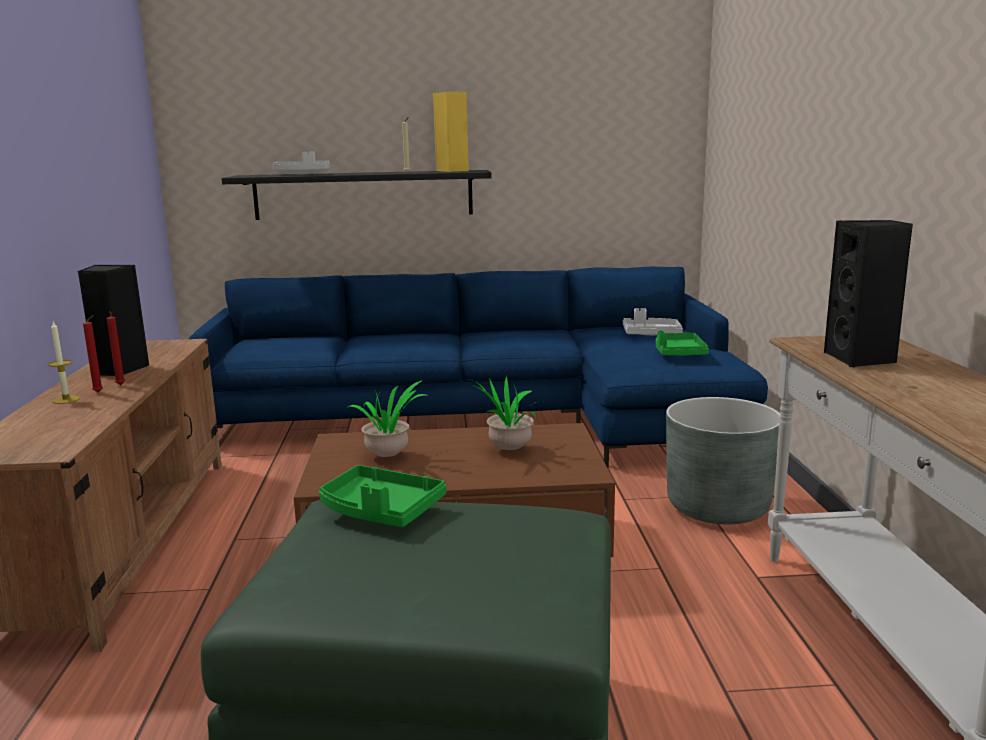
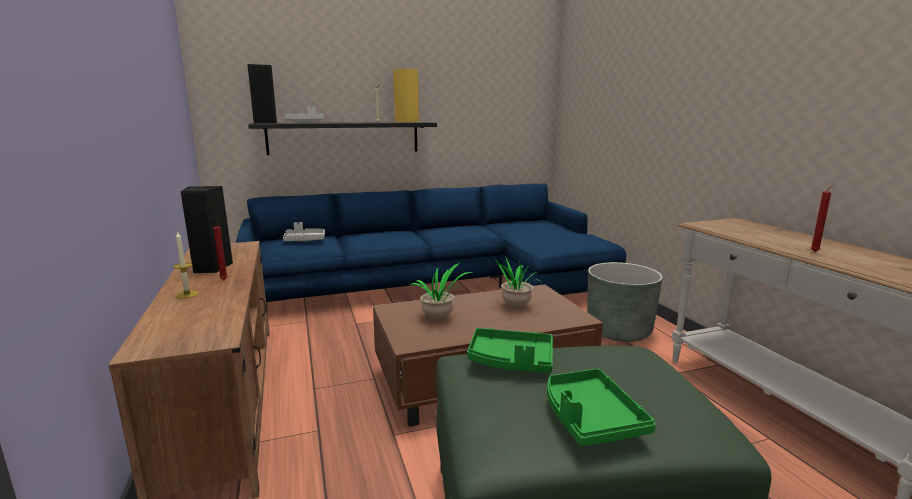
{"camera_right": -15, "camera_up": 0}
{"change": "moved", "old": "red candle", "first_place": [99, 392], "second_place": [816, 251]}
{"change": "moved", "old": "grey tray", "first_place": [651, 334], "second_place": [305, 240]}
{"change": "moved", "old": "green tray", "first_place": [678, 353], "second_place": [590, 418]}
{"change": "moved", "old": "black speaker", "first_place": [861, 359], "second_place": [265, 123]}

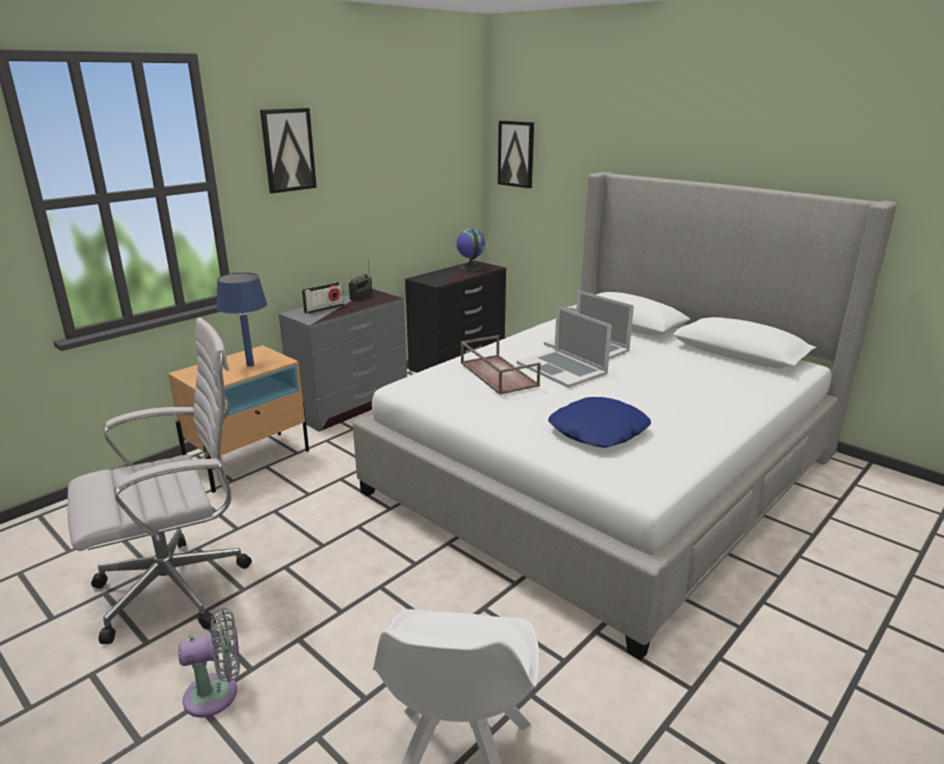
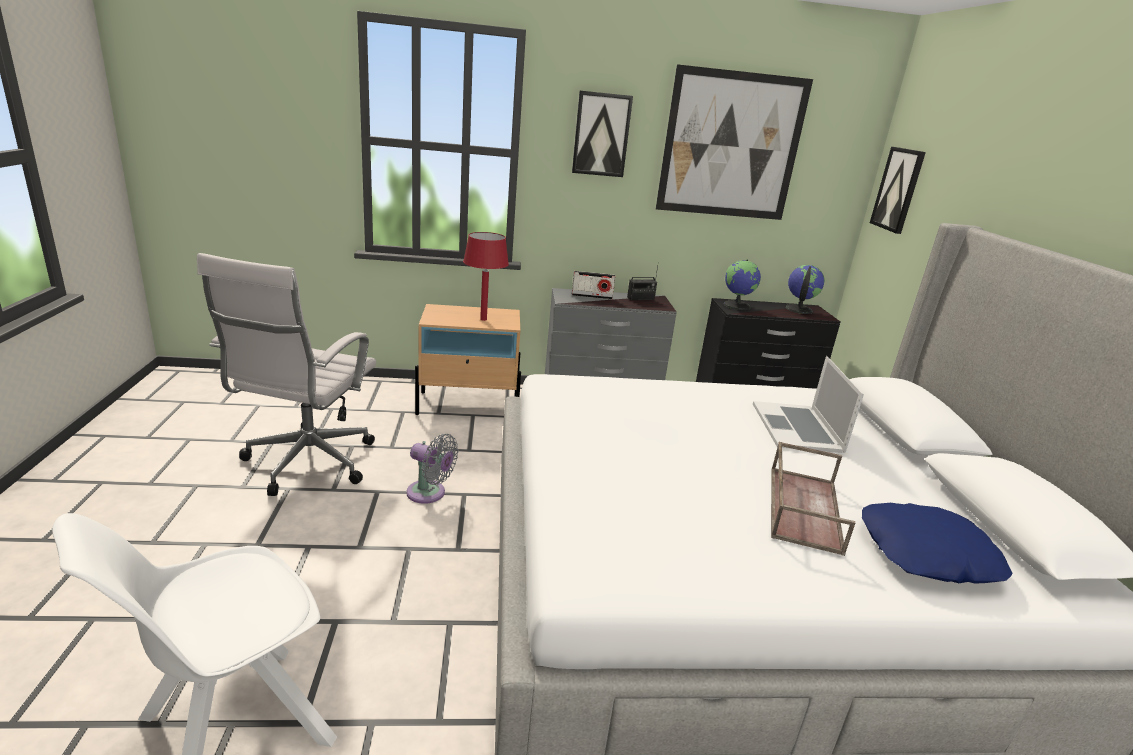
{"camera_right": 40, "camera_up": 0}
{"change": "turned", "old": "white office chair", "first_place": [180, 588], "second_place": [306, 465], "degrees": 90}
{"change": "moved", "old": "grey fan", "first_place": [217, 694], "second_place": [429, 494]}
{"change": "recoloured", "old": "blue table lamp", "new": "red table lamp", "first_place": [250, 365], "second_place": [483, 319]}
{"change": "moved", "old": "brown tray", "first_place": [497, 374], "second_place": [802, 507]}
{"change": "removed", "old": "laptop", "first_place": [562, 368]}
{"change": "moved", "old": "blue pillow", "first_place": [599, 431], "second_place": [927, 554]}
{"change": "added", "new": "picture", "second_place": [731, 146]}
{"change": "added", "new": "globe", "second_place": [737, 305]}

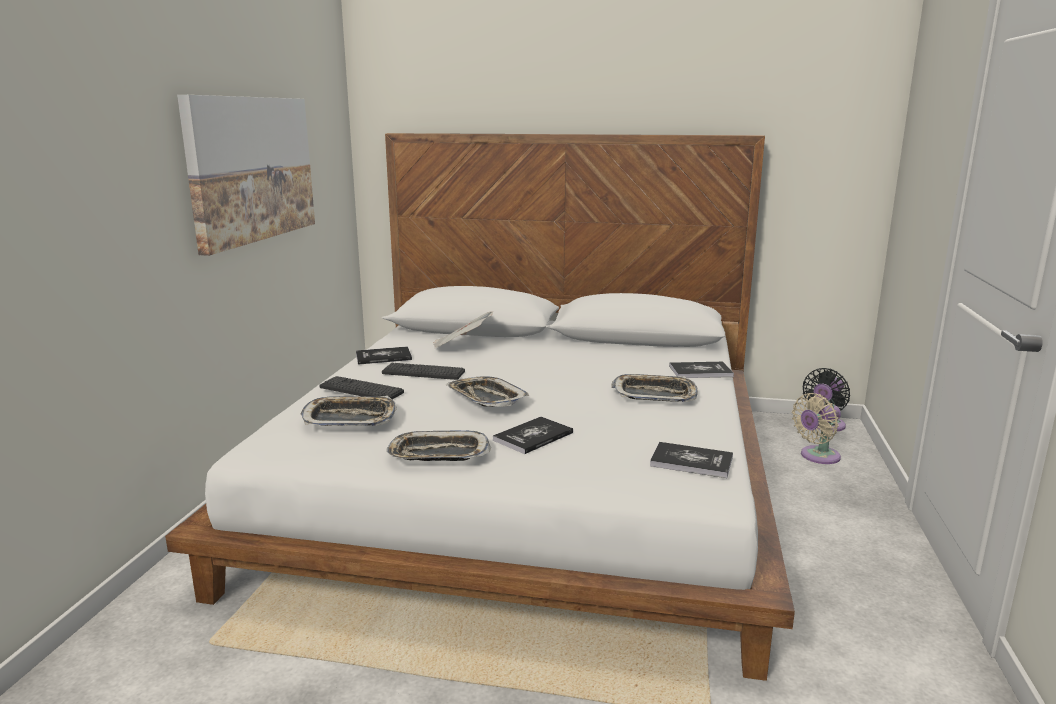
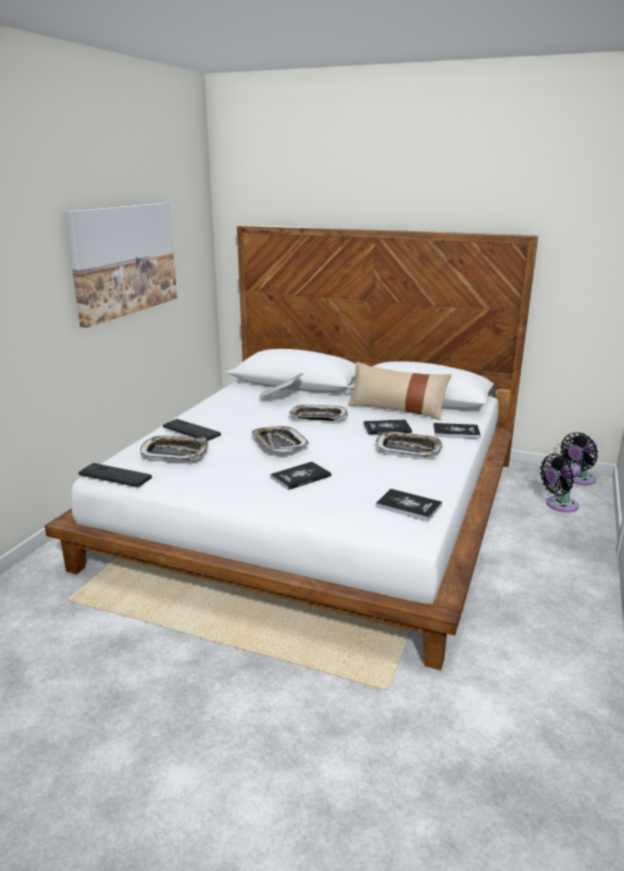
{"camera_right": 10, "camera_up": 5}
{"change": "moved", "old": "book", "first_place": [383, 357], "second_place": [387, 428]}
{"change": "moved", "old": "keyboard", "first_place": [423, 372], "second_place": [115, 476]}
{"change": "moved", "old": "tray", "first_place": [438, 454], "second_place": [318, 417]}
{"change": "recoloured", "old": "beige fan", "new": "black fan", "first_place": [817, 456], "second_place": [559, 505]}
{"change": "added", "new": "beige pillow", "second_place": [396, 409]}

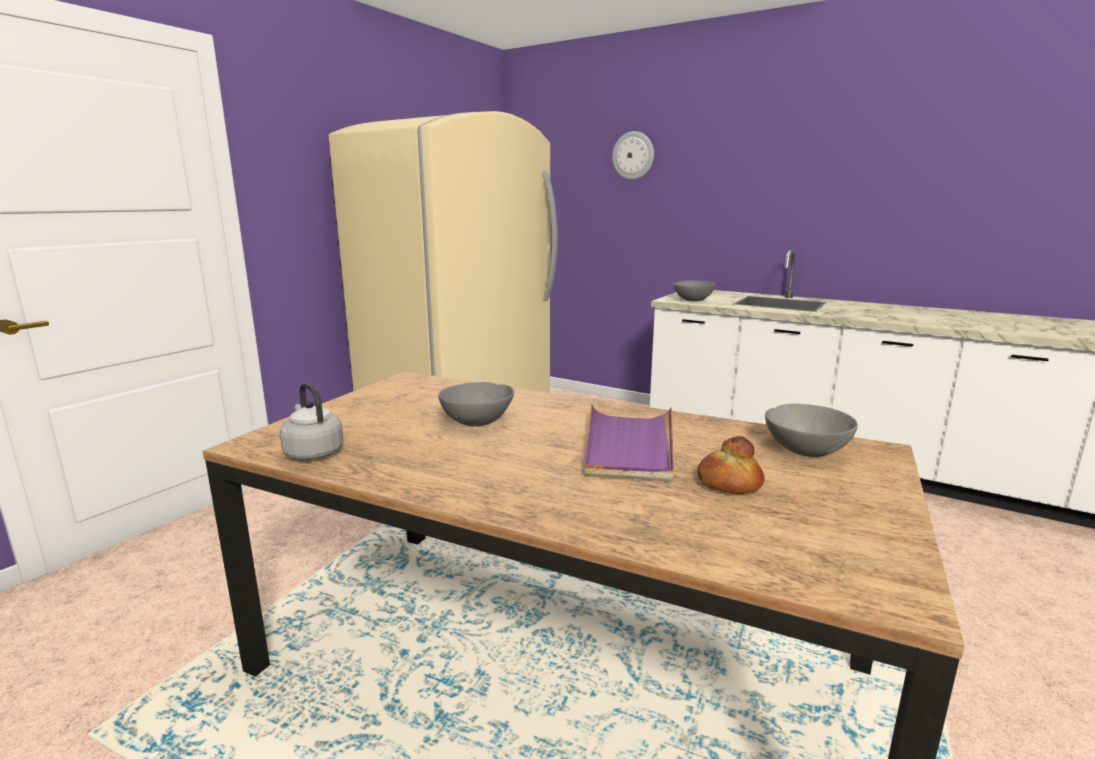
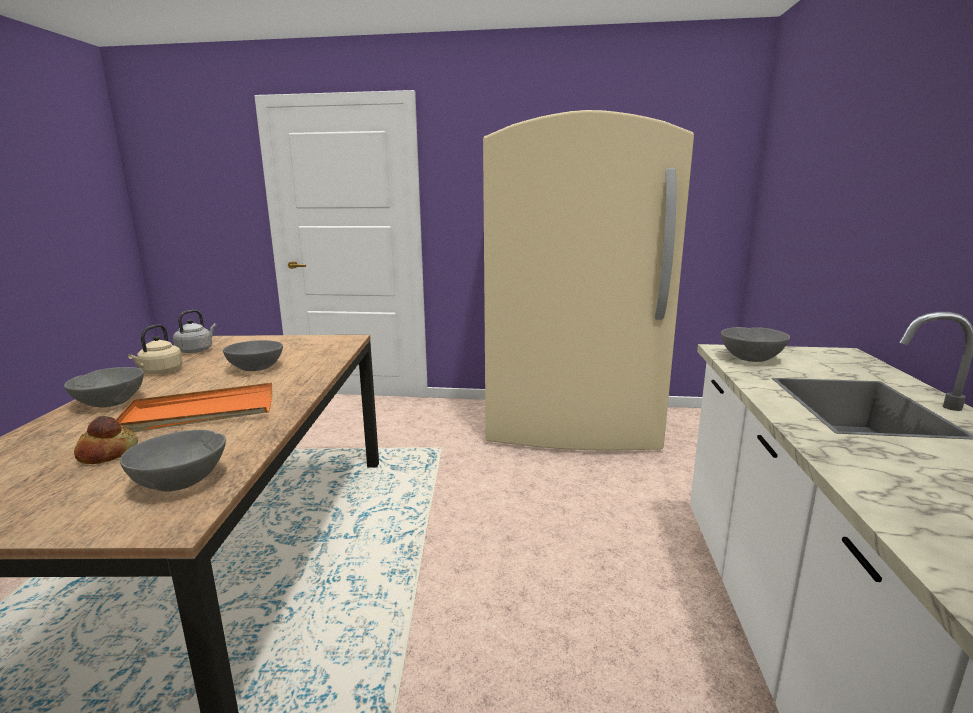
{"camera_right": 65, "camera_up": 0}
{"change": "recoloured", "old": "purple tray", "new": "orange tray", "first_place": [629, 446], "second_place": [200, 413]}
{"change": "removed", "old": "wall clock", "first_place": [633, 155]}
{"change": "added", "new": "grey bowl", "second_place": [110, 402]}
{"change": "added", "new": "beige kettle", "second_place": [160, 372]}

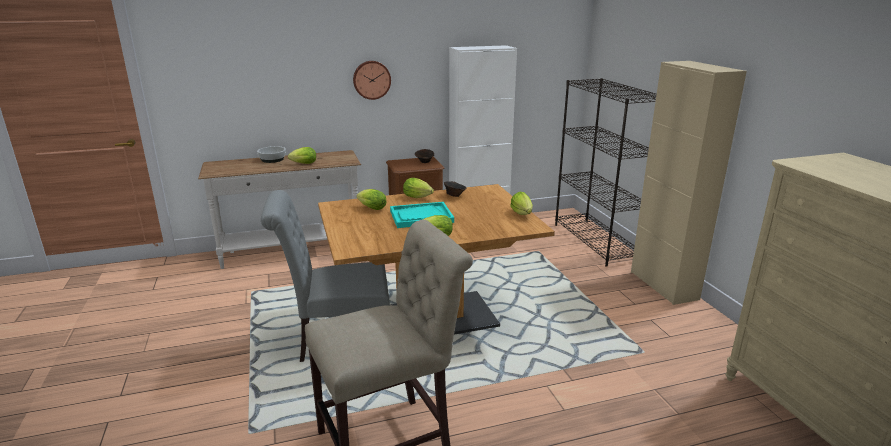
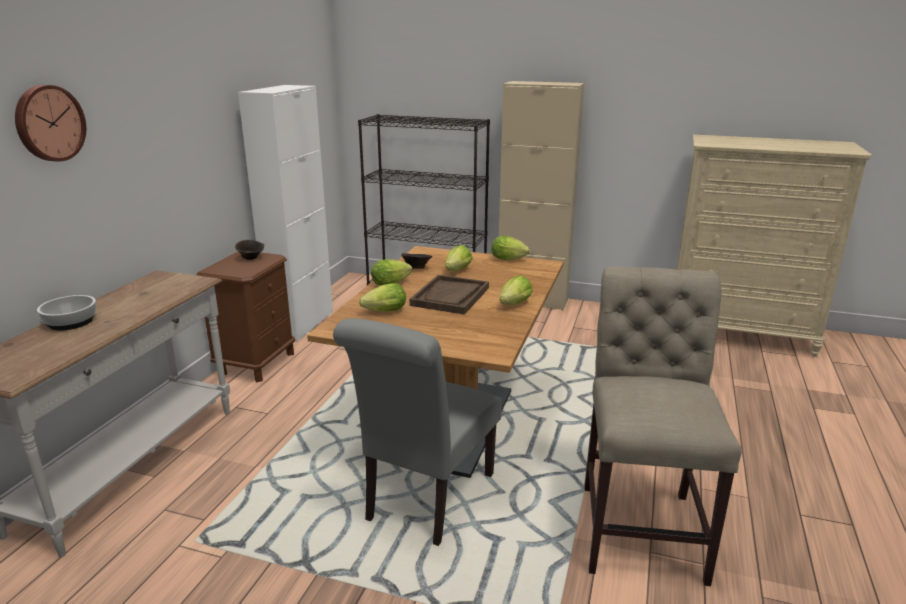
{"camera_right": -55, "camera_up": 0}
{"change": "moved", "old": "lettuce", "first_place": [302, 164], "second_place": [456, 271]}
{"change": "moved", "old": "wall clock", "first_place": [371, 80], "second_place": [48, 123]}
{"change": "recoloured", "old": "turquoise tray", "new": "brown tray", "first_place": [421, 217], "second_place": [450, 296]}

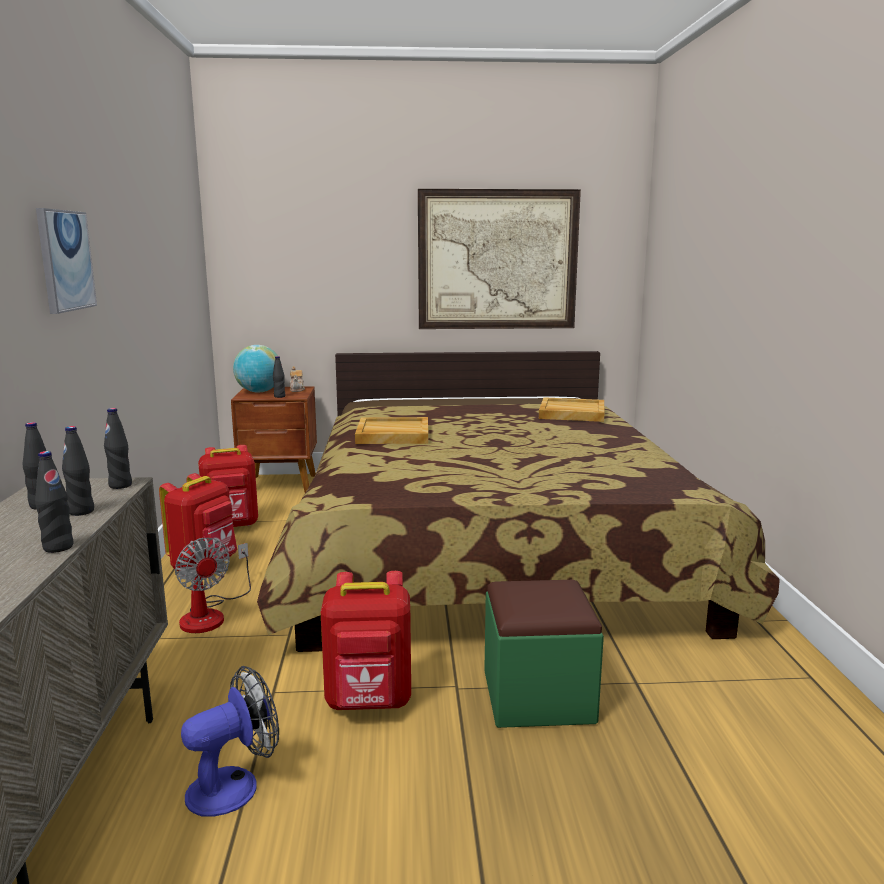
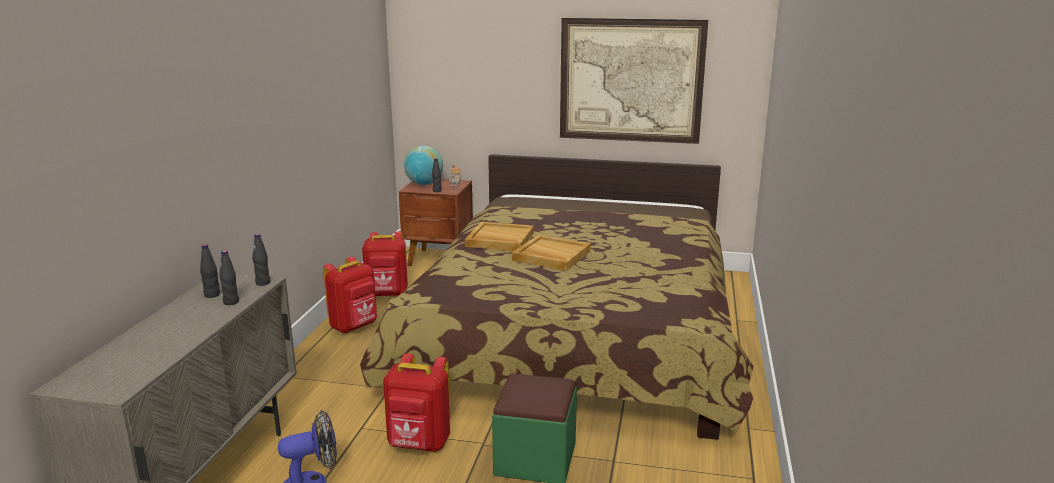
{"camera_right": 15, "camera_up": 5}
{"change": "removed", "old": "black bottle", "first_place": [58, 547]}
{"change": "removed", "old": "picture", "first_place": [65, 260]}
{"change": "removed", "old": "fan", "first_place": [210, 614]}
{"change": "moved", "old": "beige tray", "first_place": [571, 413], "second_place": [551, 255]}

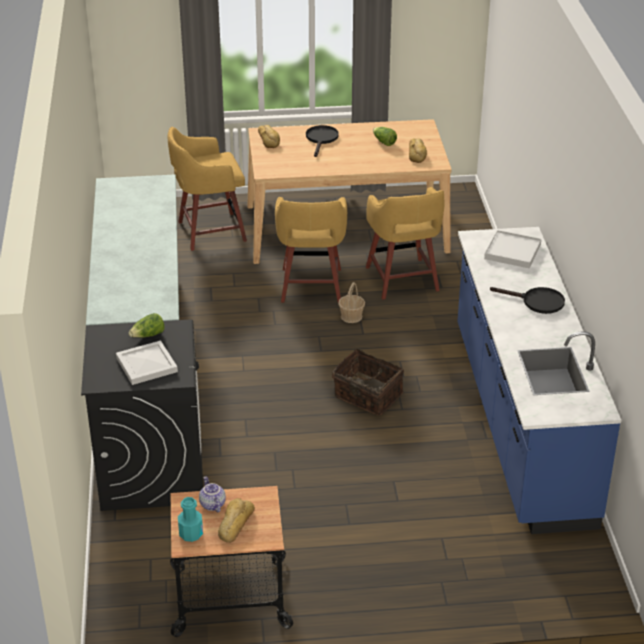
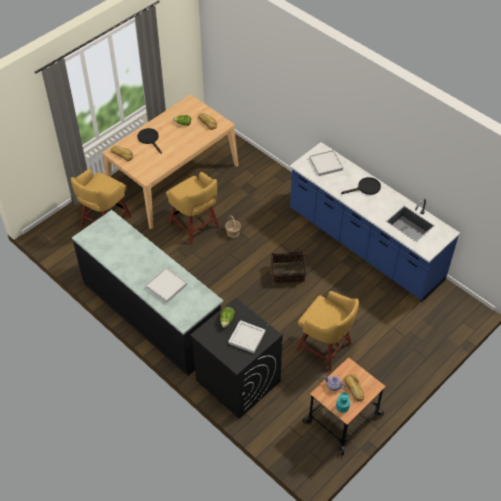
{"camera_right": -40, "camera_up": 15}
{"change": "moved", "old": "yellow stool", "first_place": [402, 280], "second_place": [325, 348]}
{"change": "added", "new": "white tray", "second_place": [166, 286]}

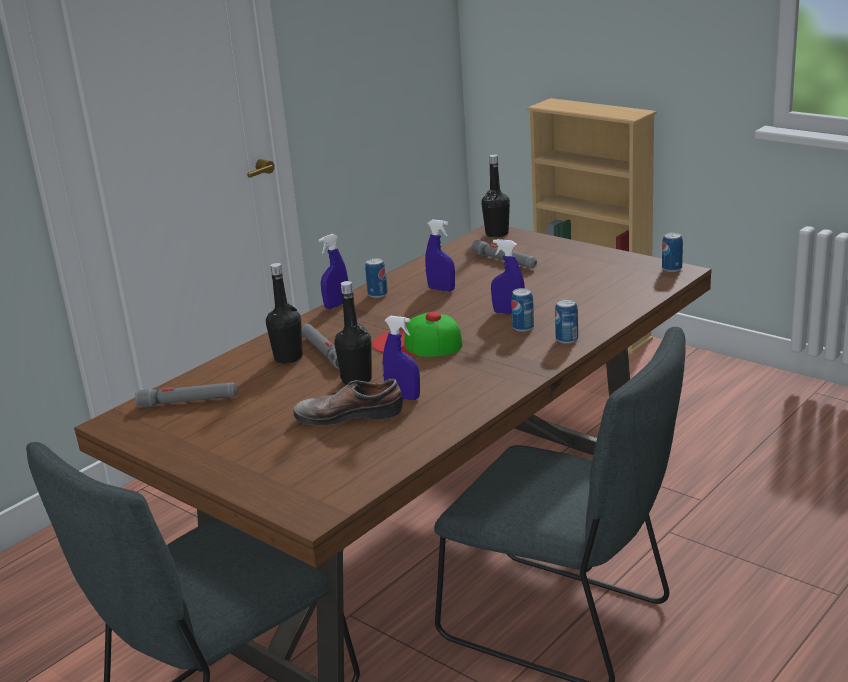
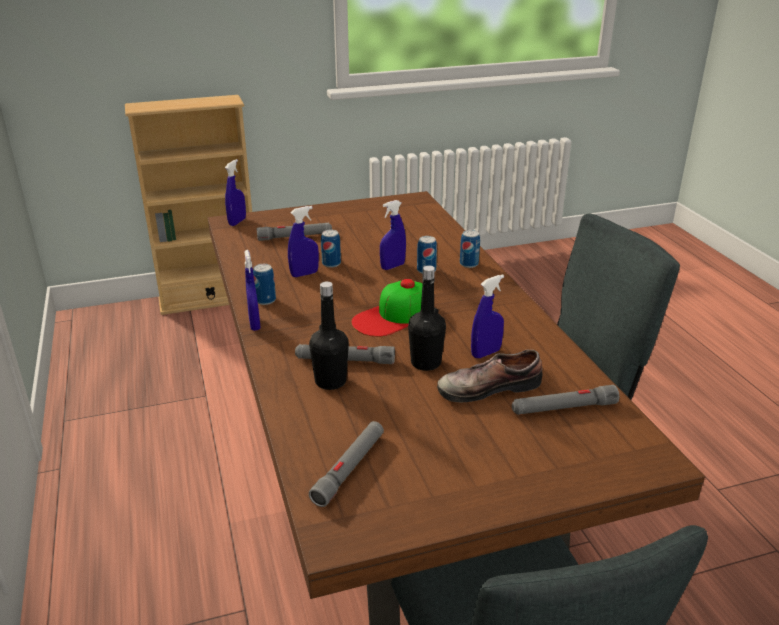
{"camera_right": -60, "camera_up": 5}
{"change": "turned", "old": "shoe", "first_place": [349, 414], "second_place": [487, 386], "degrees": 45}
{"change": "replaced", "old": "black bottle", "new": "blue spray bottle", "first_place": [497, 234], "second_place": [237, 222]}
{"change": "moved", "old": "can", "first_place": [672, 268], "second_place": [331, 264]}
{"change": "added", "new": "grey flashlight", "second_place": [563, 408]}

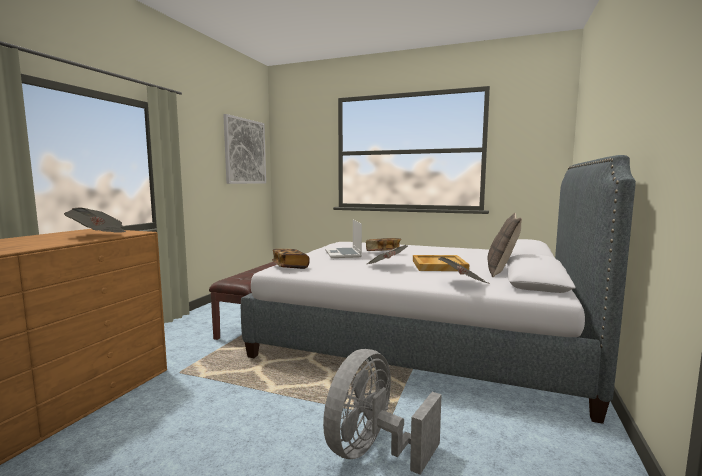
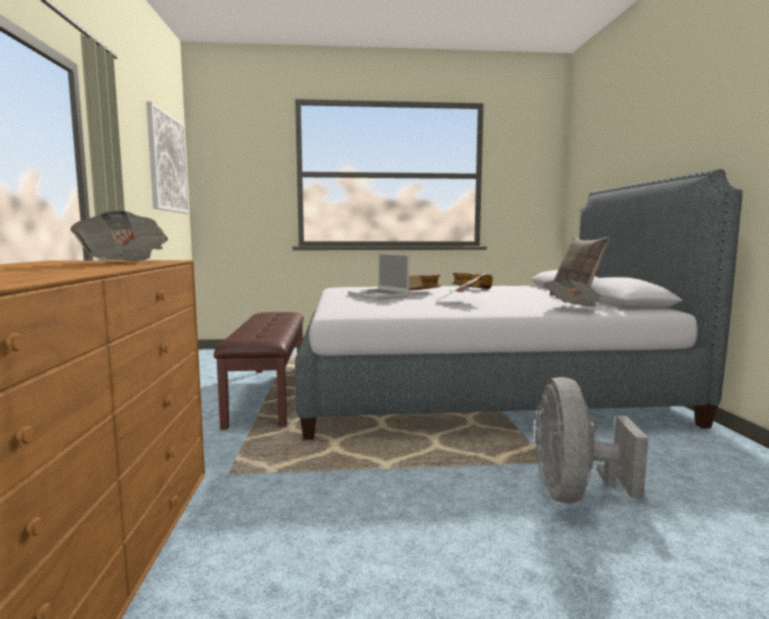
{"camera_right": -25, "camera_up": 0}
{"change": "moved", "old": "book", "first_place": [290, 267], "second_place": [472, 289]}
{"change": "removed", "old": "beige tray", "first_place": [438, 265]}

